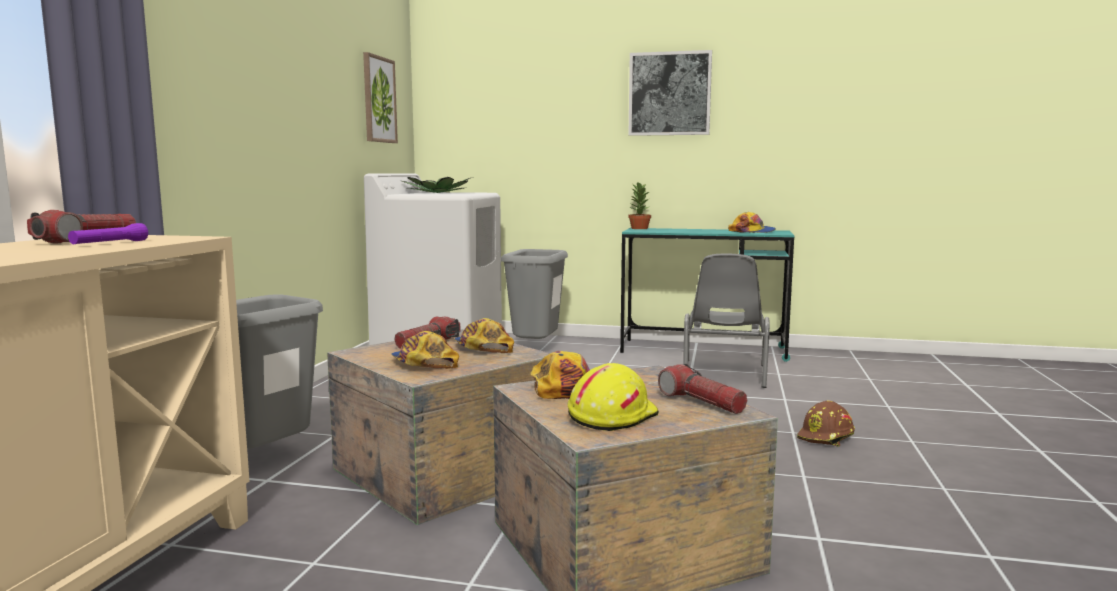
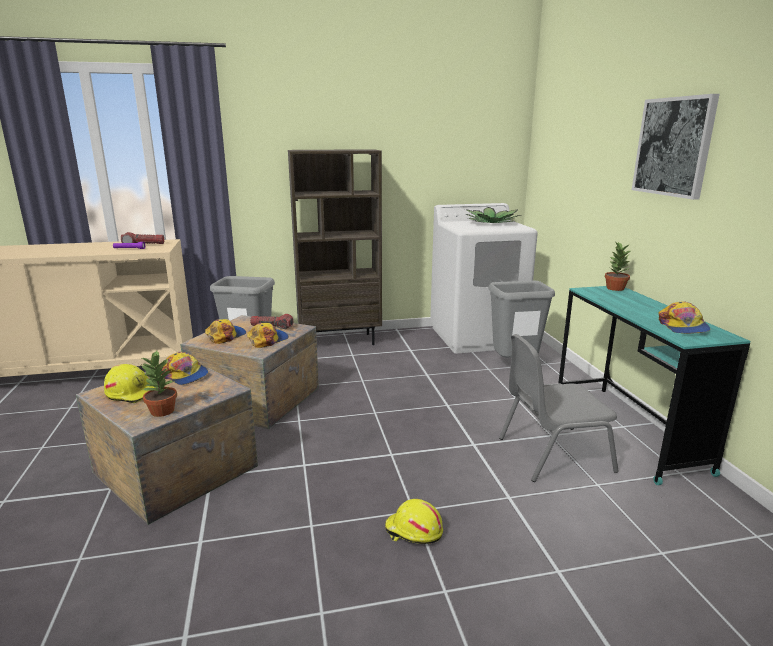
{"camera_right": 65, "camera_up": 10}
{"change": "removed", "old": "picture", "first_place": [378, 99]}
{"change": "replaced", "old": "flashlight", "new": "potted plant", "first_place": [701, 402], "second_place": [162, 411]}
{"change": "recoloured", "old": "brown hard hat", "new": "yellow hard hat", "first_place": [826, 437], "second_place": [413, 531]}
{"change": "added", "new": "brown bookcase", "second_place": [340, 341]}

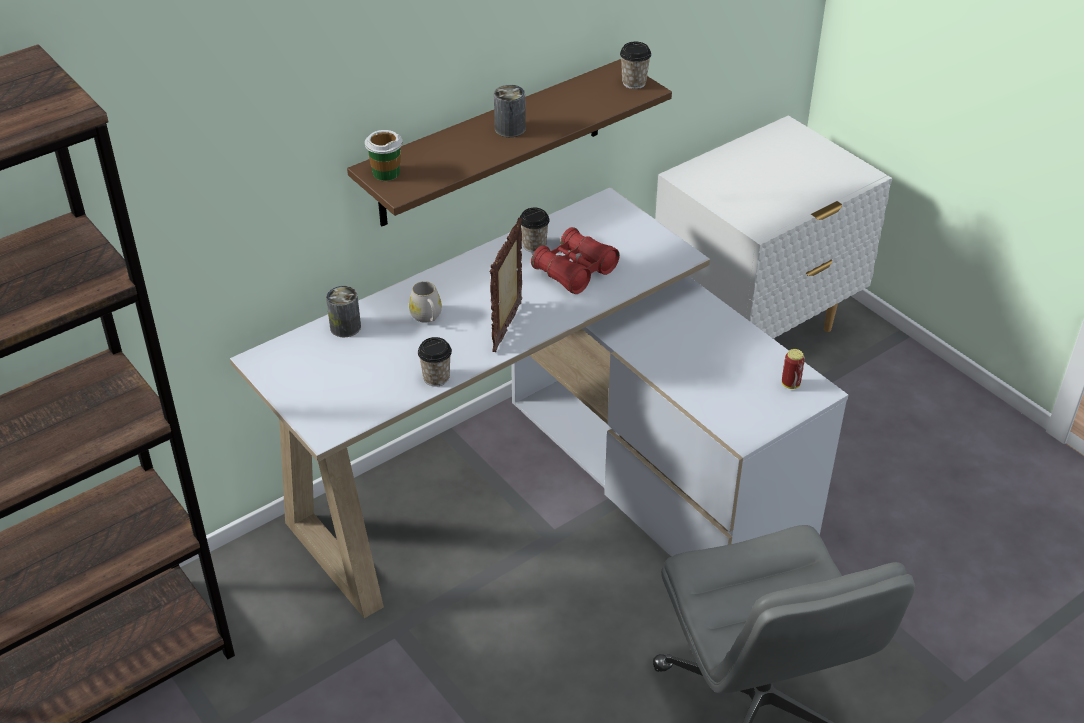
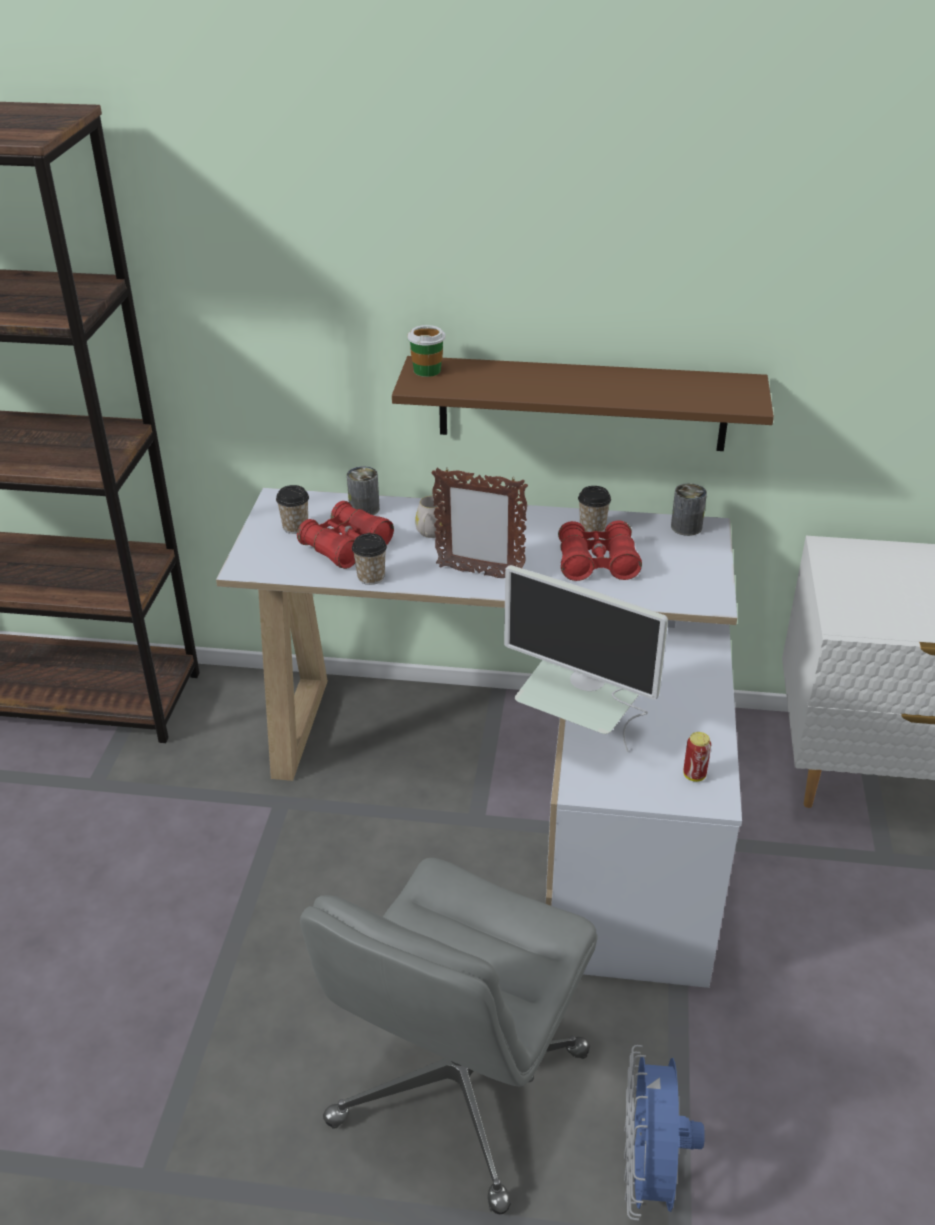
{"camera_right": 45, "camera_up": -5}
{"change": "turned", "old": "picture frame", "first_place": [508, 327], "second_place": [479, 573], "degrees": -135}
{"change": "moved", "old": "can", "first_place": [510, 128], "second_place": [686, 527]}
{"change": "moved", "old": "cup", "first_place": [634, 83], "second_place": [295, 527]}
{"change": "added", "new": "red binoculars", "second_place": [346, 546]}
{"change": "added", "new": "monitor", "second_place": [579, 733]}
{"change": "added", "new": "blue fan", "second_place": [649, 1174]}

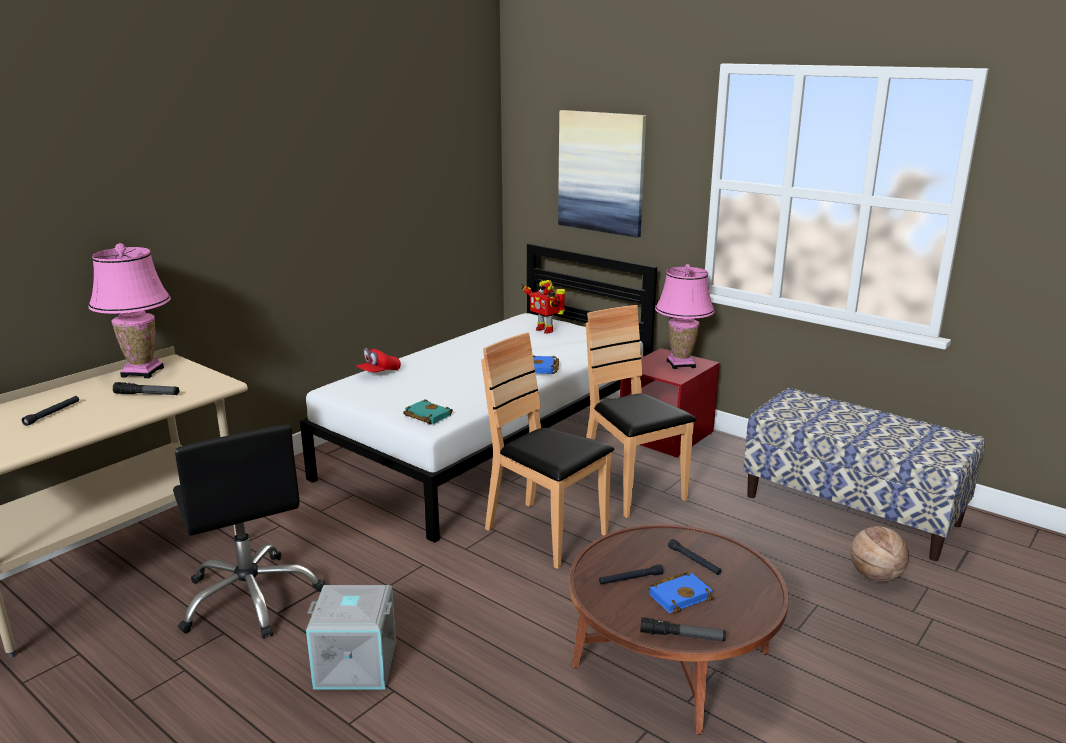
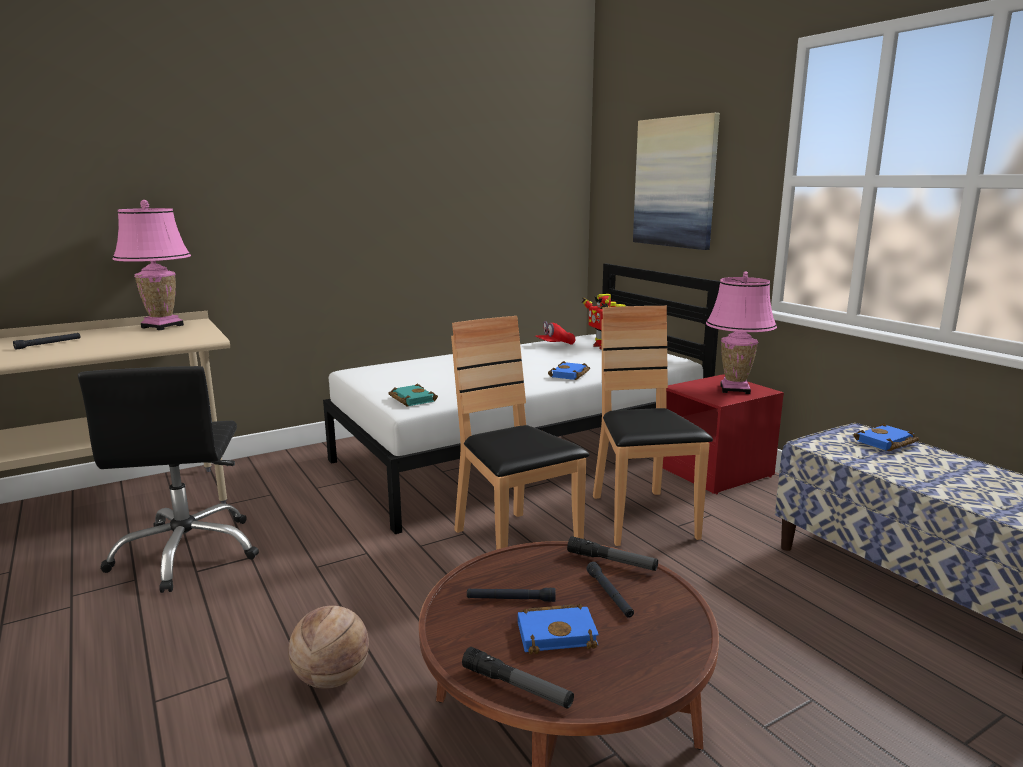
{"camera_right": 20, "camera_up": -5}
{"change": "moved", "old": "flashlight", "first_place": [147, 394], "second_place": [612, 561]}
{"change": "removed", "old": "grey storage box", "first_place": [357, 663]}
{"change": "moved", "old": "red cap", "first_place": [379, 373], "second_place": [555, 345]}
{"change": "moved", "old": "basketball", "first_place": [875, 576], "second_place": [331, 679]}
{"change": "added", "new": "blue book", "second_place": [886, 443]}

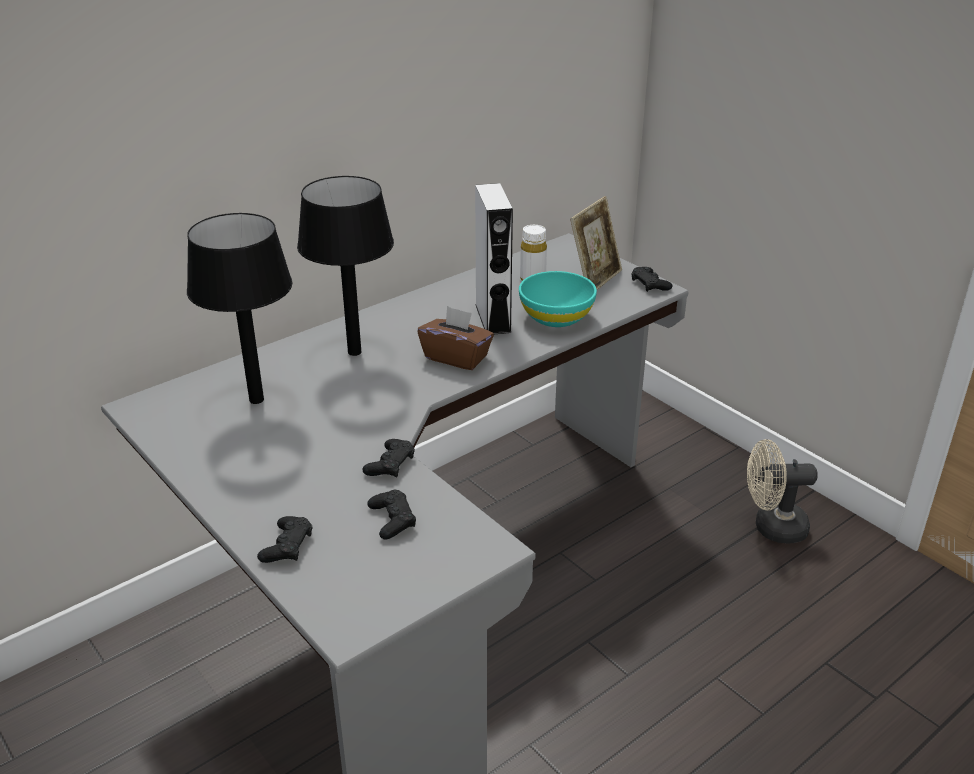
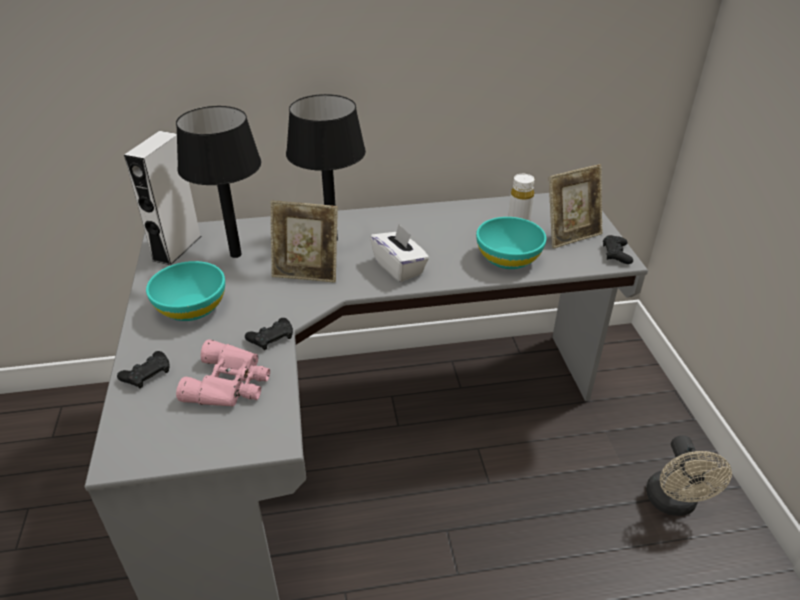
{"camera_right": 30, "camera_up": 5}
{"change": "replaced", "old": "black game controller", "new": "pink binoculars", "first_place": [392, 520], "second_place": [230, 383]}
{"change": "recoloured", "old": "brown tissue box", "new": "white tissue box", "first_place": [456, 357], "second_place": [399, 267]}
{"change": "moved", "old": "white speaker", "first_place": [493, 318], "second_place": [177, 248]}
{"change": "turned", "old": "beige fan", "first_place": [772, 527], "second_place": [673, 504], "degrees": -120}
{"change": "added", "new": "turquoise bowl", "second_place": [192, 308]}
{"change": "added", "new": "picture frame", "second_place": [307, 272]}

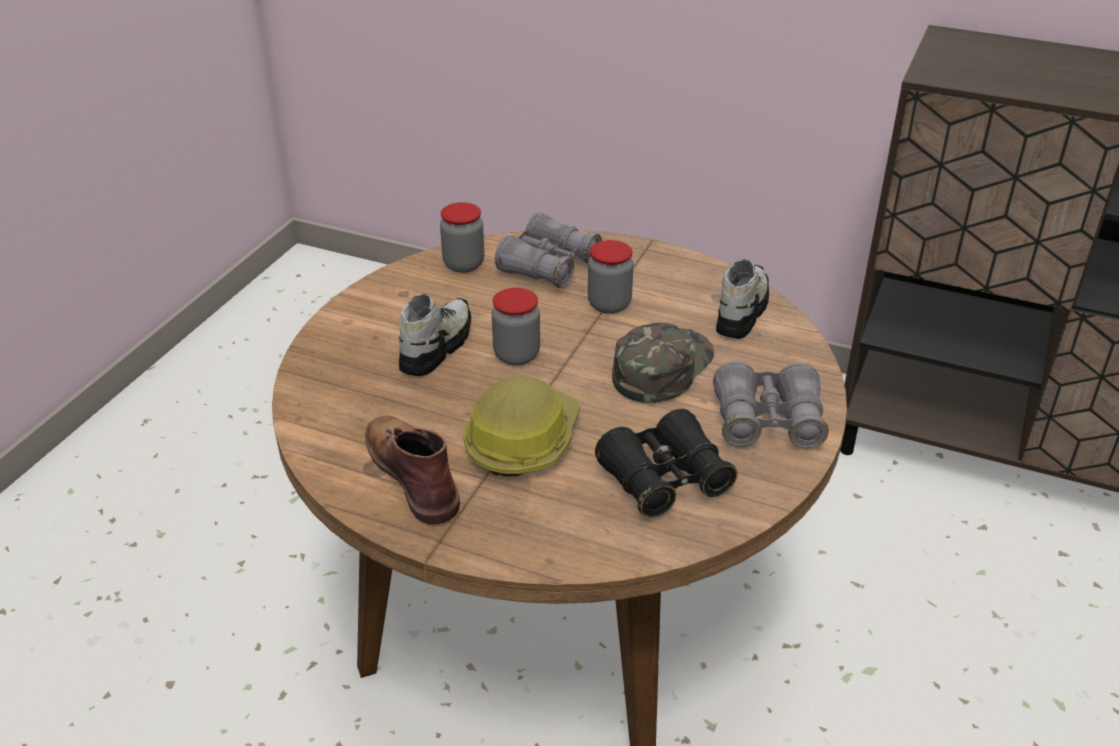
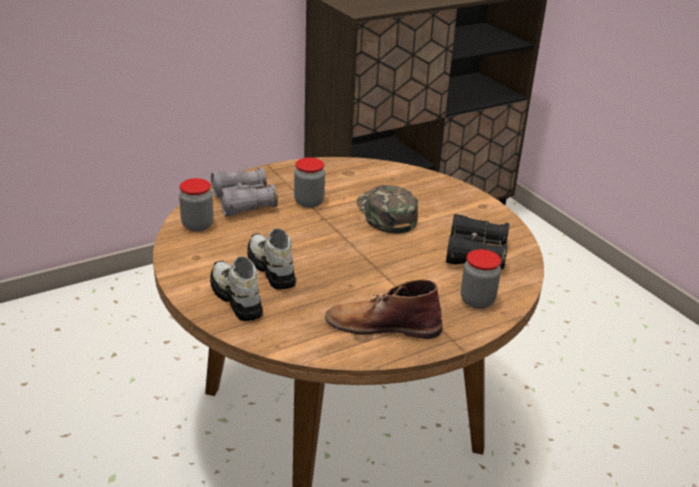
{"camera_right": -55, "camera_up": -5}
{"change": "removed", "old": "hard hat", "first_place": [522, 440]}
{"change": "moved", "old": "jar", "first_place": [516, 355], "second_place": [477, 300]}
{"change": "removed", "old": "grey binoculars", "first_place": [767, 421]}
{"change": "moved", "old": "shoe", "first_place": [741, 311], "second_place": [236, 298]}

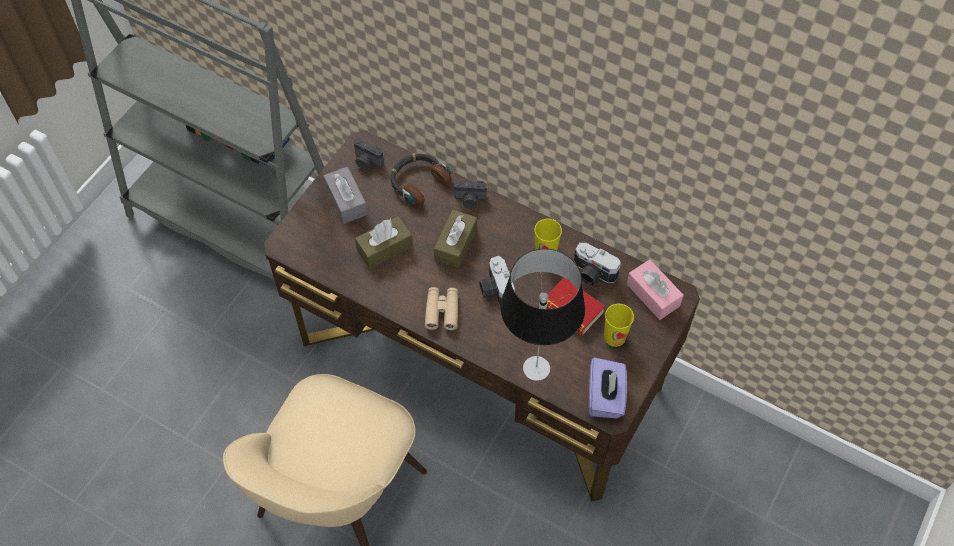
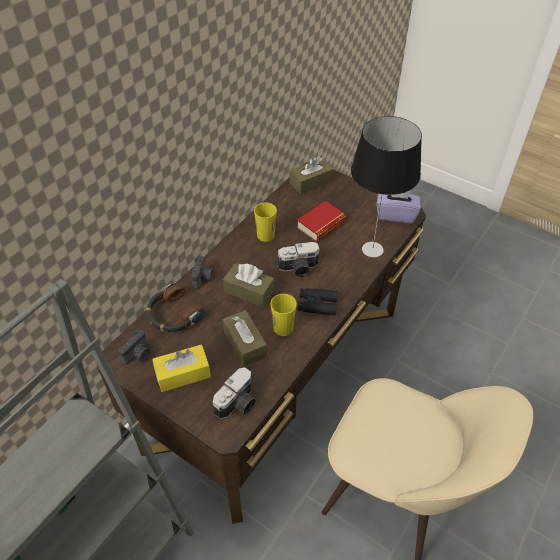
{"camera_right": -85, "camera_up": -10}
{"change": "recoloured", "old": "grey tissue box", "new": "yellow tissue box", "first_place": [346, 201], "second_place": [183, 374]}
{"change": "recoloured", "old": "beige binoculars", "new": "black binoculars", "first_place": [442, 311], "second_place": [317, 305]}
{"change": "moved", "old": "photo camera", "first_place": [592, 274], "second_place": [238, 404]}
{"change": "moved", "old": "cup", "first_place": [614, 336], "second_place": [283, 328]}
{"change": "recoloured", "old": "pink tissue box", "new": "brown tissue box", "first_place": [653, 295], "second_place": [311, 182]}

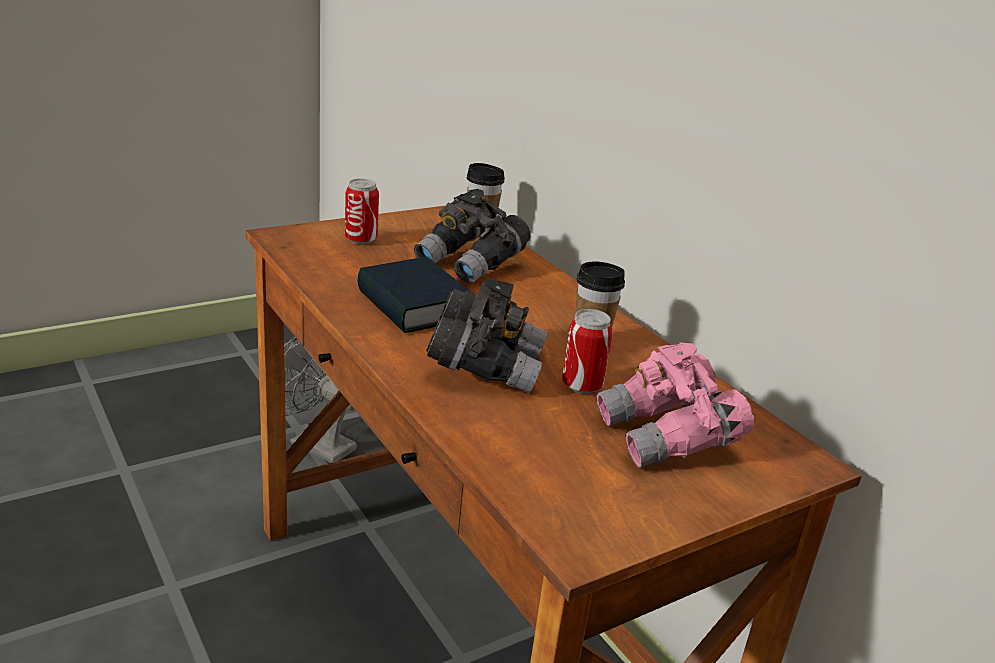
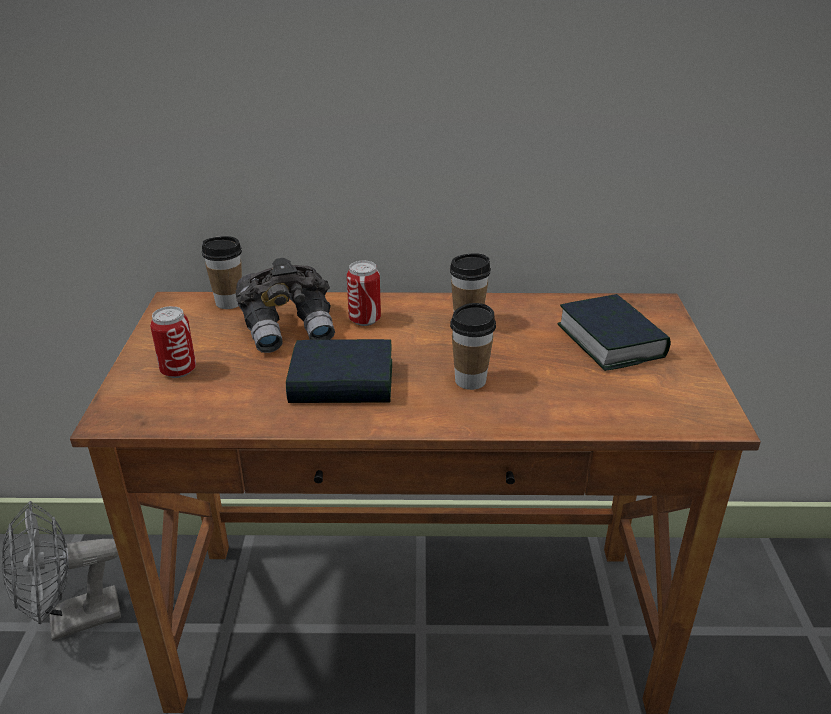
{"camera_right": -55, "camera_up": 5}
{"change": "replaced", "old": "grey binoculars", "new": "cup", "first_place": [484, 366], "second_place": [470, 381]}
{"change": "moved", "old": "can", "first_place": [582, 386], "second_place": [365, 320]}
{"change": "replaced", "old": "pink binoculars", "new": "book", "first_place": [668, 438], "second_place": [610, 341]}

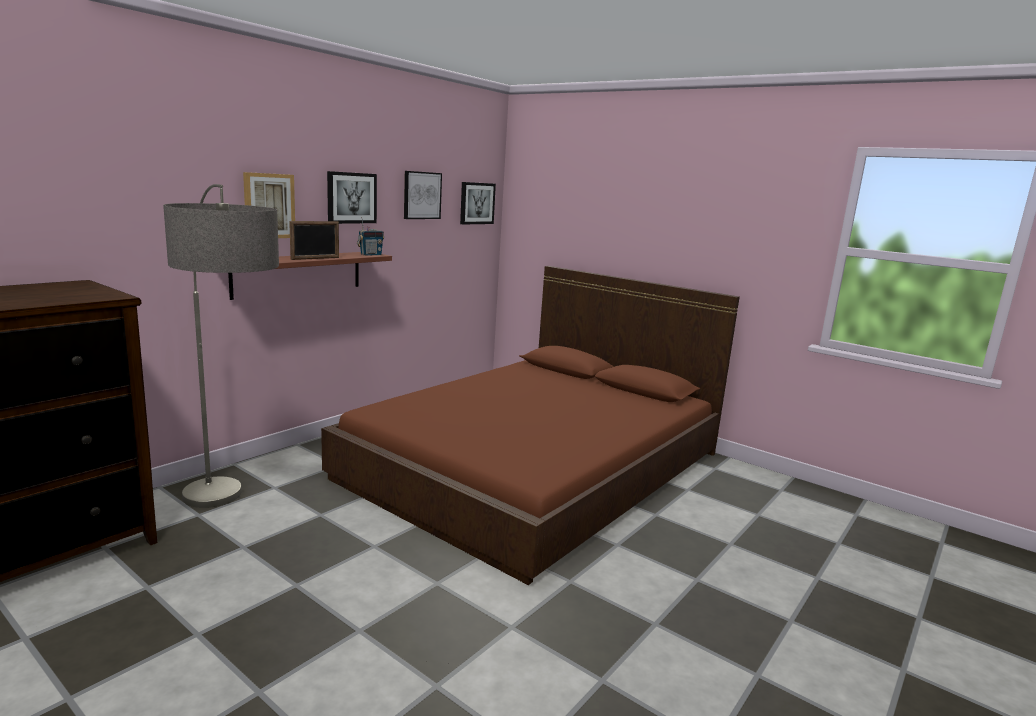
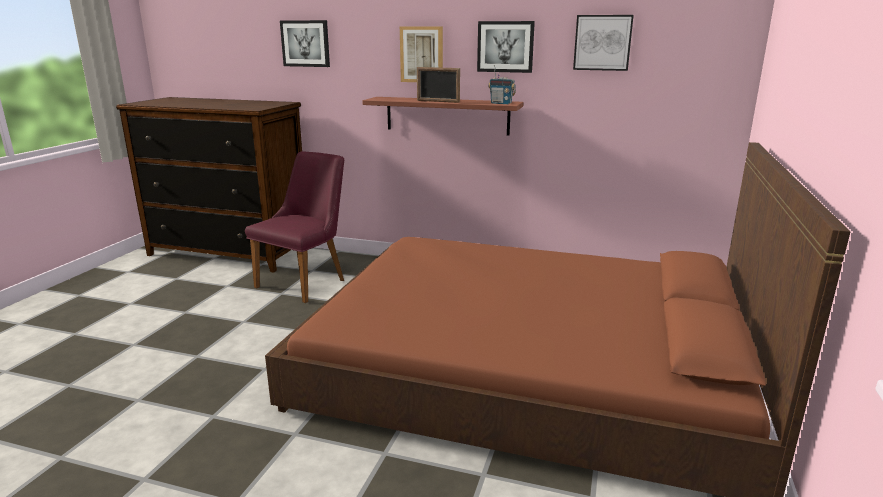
{"camera_right": 70, "camera_up": 5}
{"change": "replaced", "old": "floor lamp", "new": "purple chair", "first_place": [230, 523], "second_place": [307, 281]}
{"change": "moved", "old": "picture", "first_place": [476, 203], "second_place": [305, 43]}

